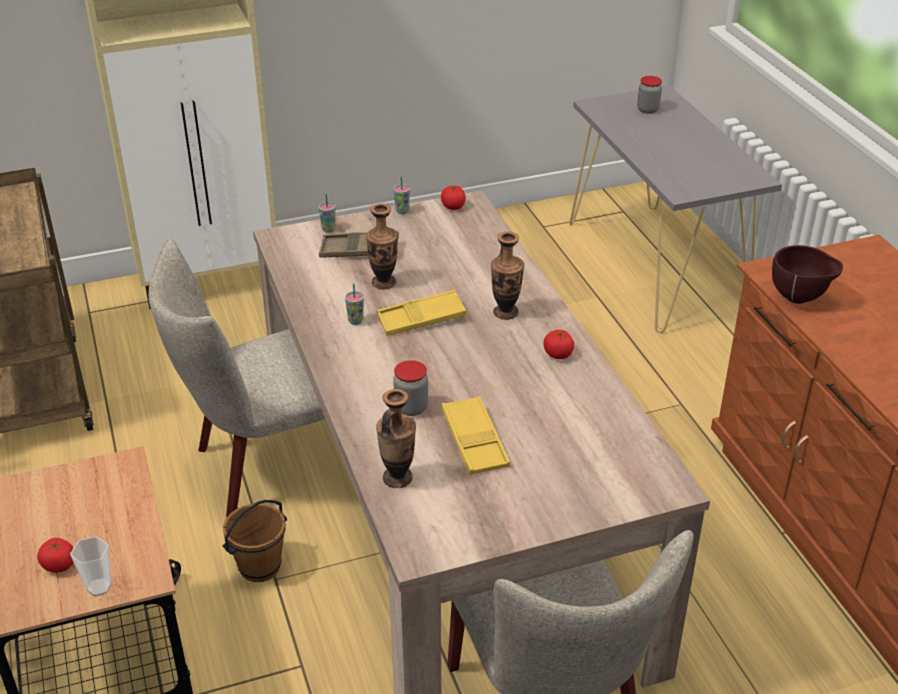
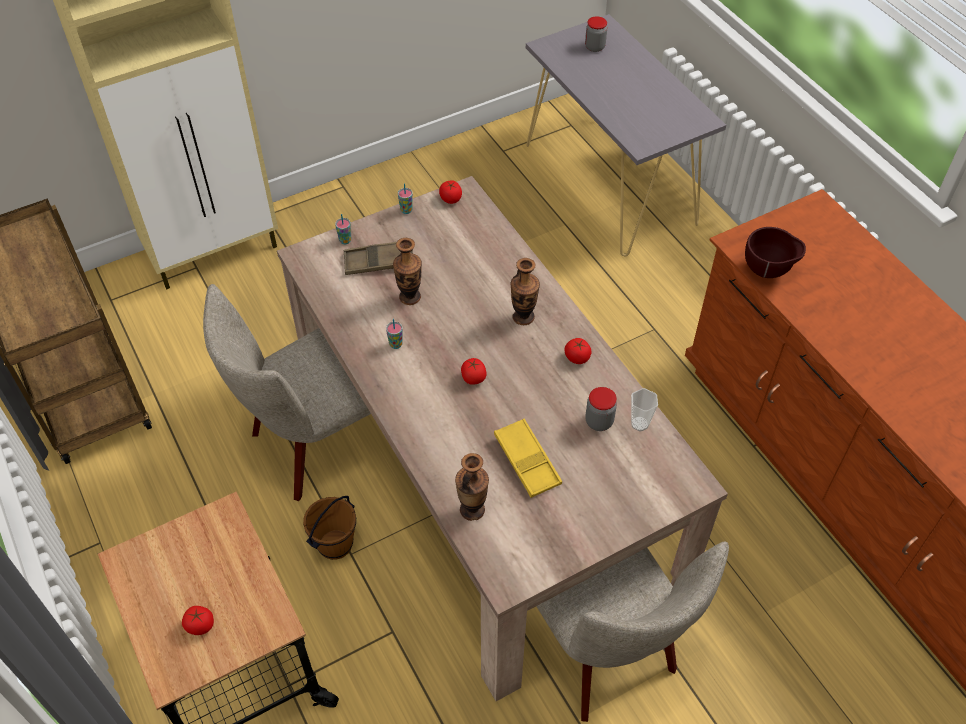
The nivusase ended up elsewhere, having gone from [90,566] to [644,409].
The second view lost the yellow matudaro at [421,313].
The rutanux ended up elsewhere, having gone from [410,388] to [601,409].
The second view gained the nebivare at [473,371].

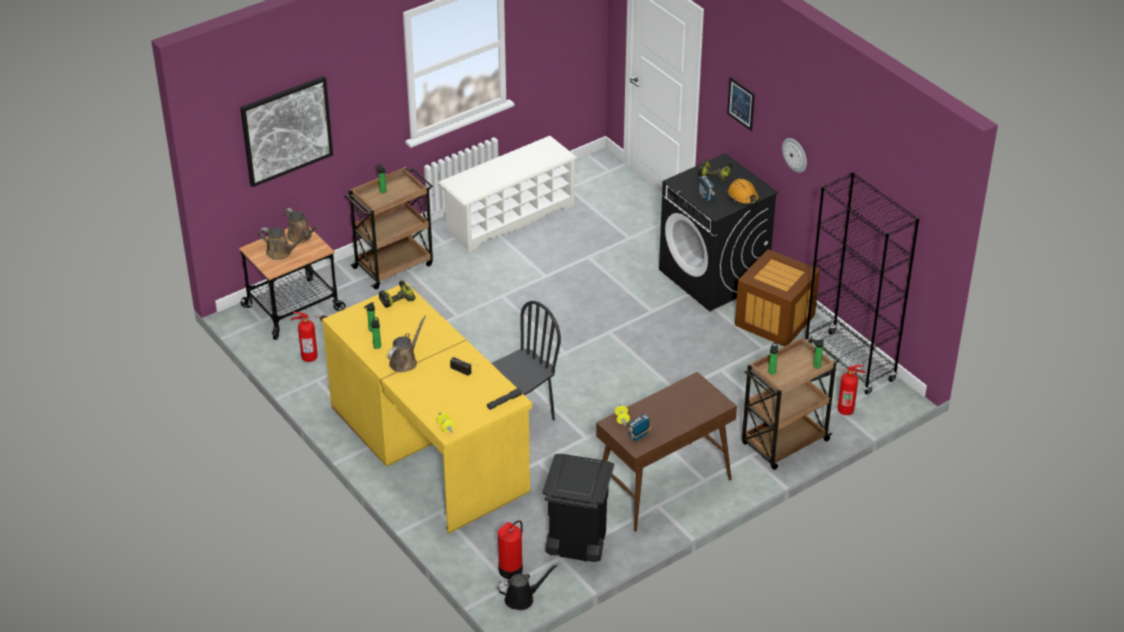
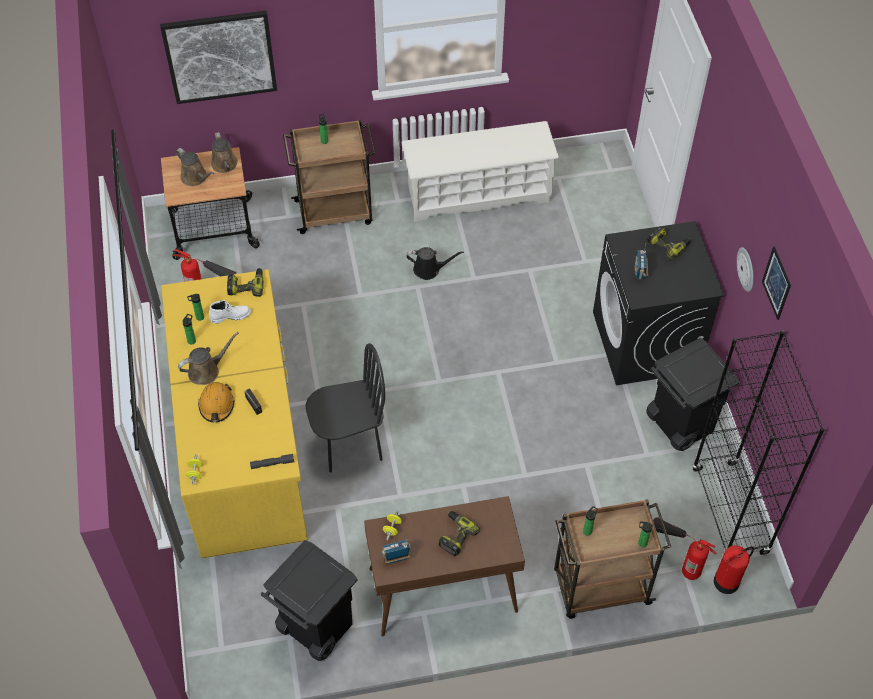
The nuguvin ended up elsewhere, having gone from [510,549] to [734,569].
The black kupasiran ended up elsewhere, having gone from [528,587] to [435,263].
The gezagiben ended up elsewhere, having gone from [741,104] to [776,283].
The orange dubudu ended up elsewhere, having gone from [743,192] to [216,402].
Where the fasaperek stood at [777,297], the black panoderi came to stand at [692,394].
The second view gained the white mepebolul at [230,312].
The second view gained the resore at [459,533].

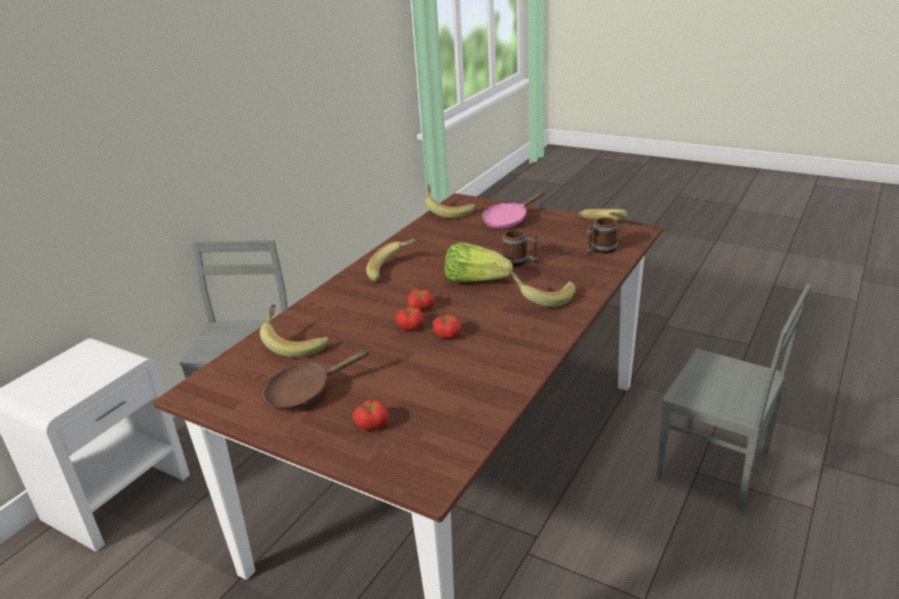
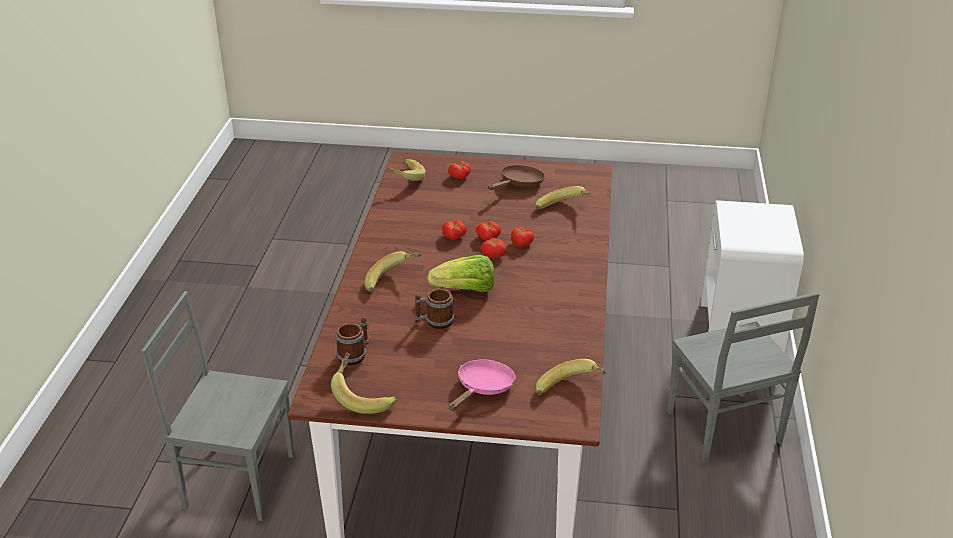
The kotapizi ended up elsewhere, having gone from [391,259] to [405,170].
The second view gained the nebivare at [522,237].

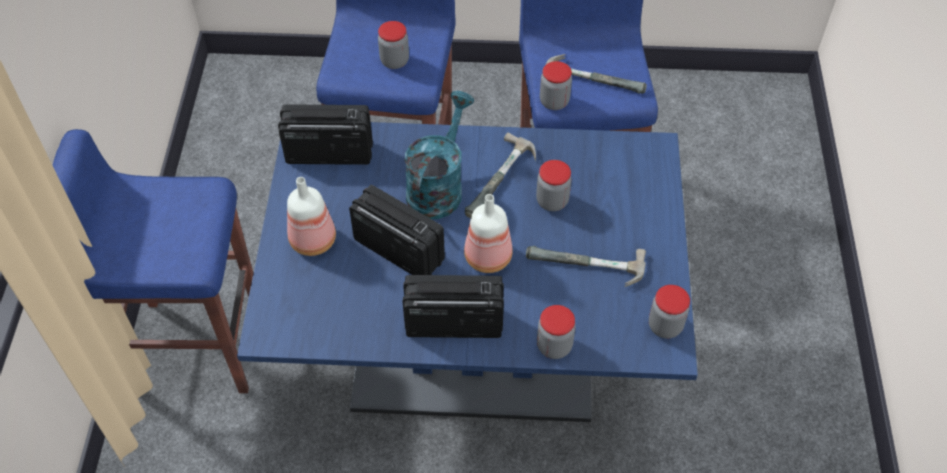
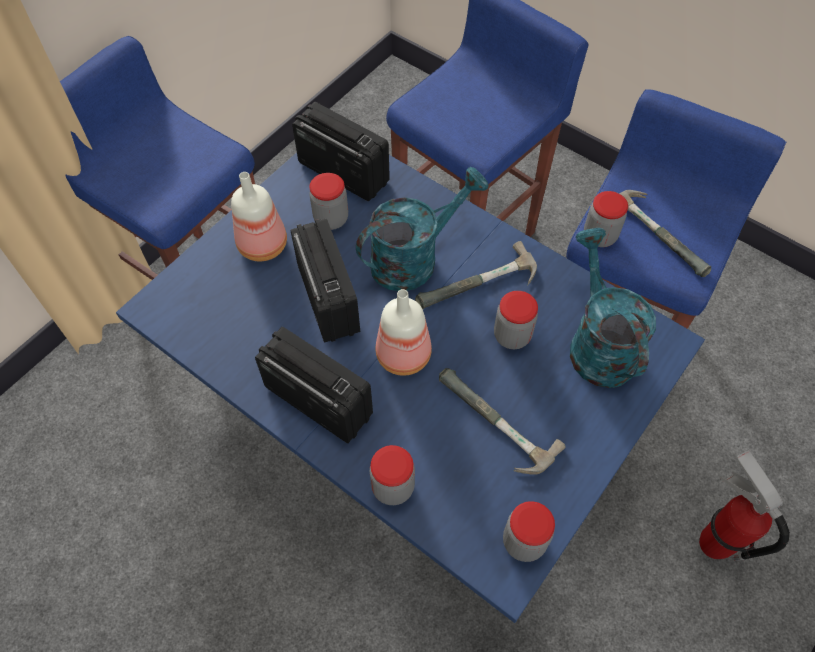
The rutanux ended up elsewhere, having gone from [393,45] to [328,201].
The second view gained the turquoise kupasiran at [613,308].
The second view gained the nuguvin at [744,505].

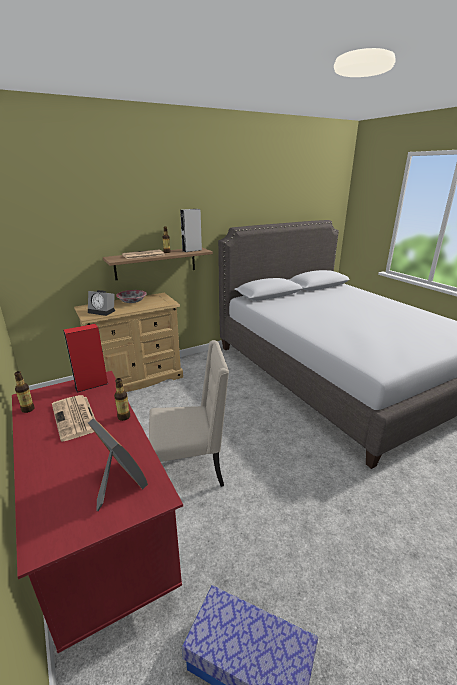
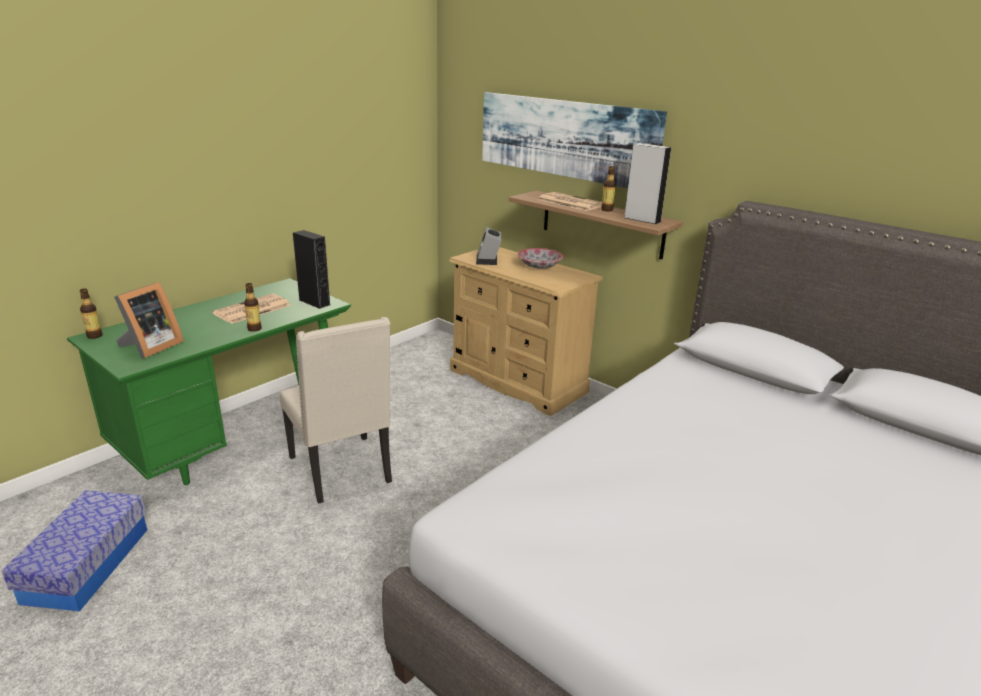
What was the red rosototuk at [97,512] turned into the green rosototuk at [209,381].
The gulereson ended up elsewhere, having gone from [24,392] to [91,313].
What was the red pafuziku at [85,358] turned into the black pafuziku at [311,269].
The second view gained the gezagiben at [574,140].

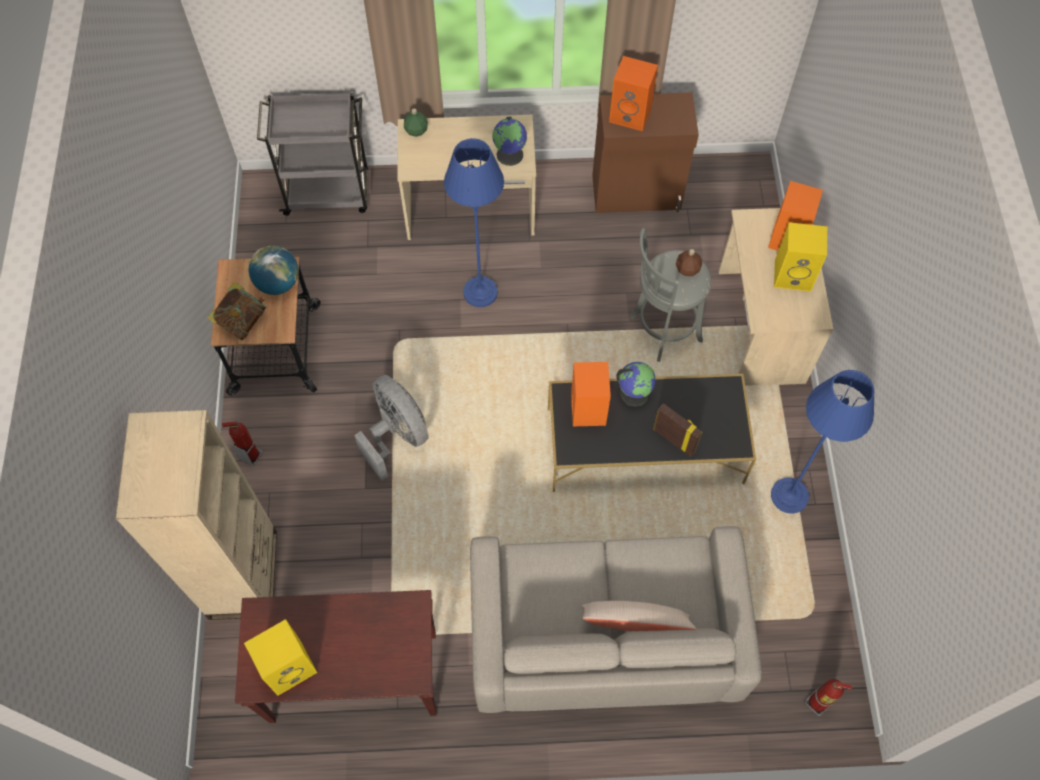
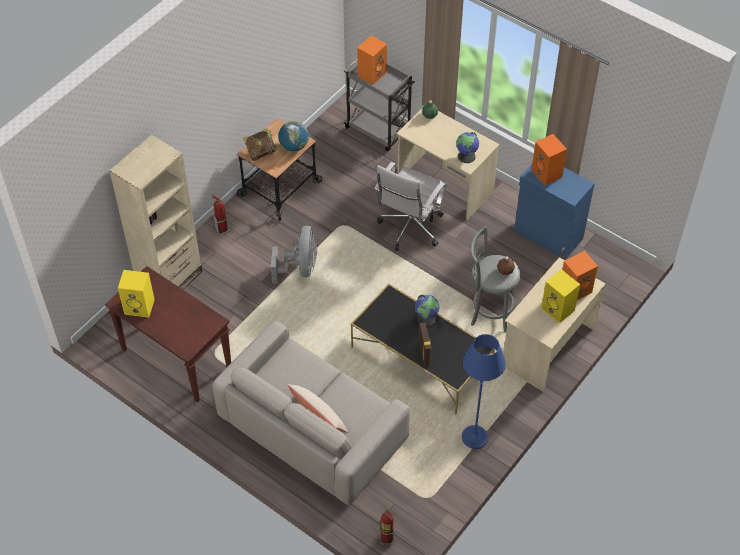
Where the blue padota stood at [474,222], the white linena came to stand at [411,206].
The orange pafuziku ended up elsewhere, having gone from [591,394] to [372,60].
What was the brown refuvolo at [645,152] turned into the blue refuvolo at [554,211].

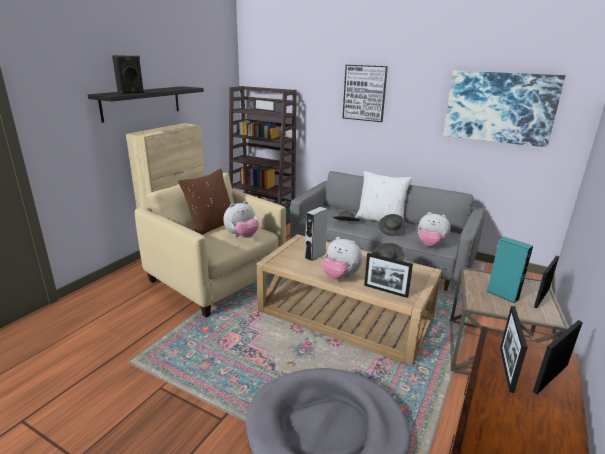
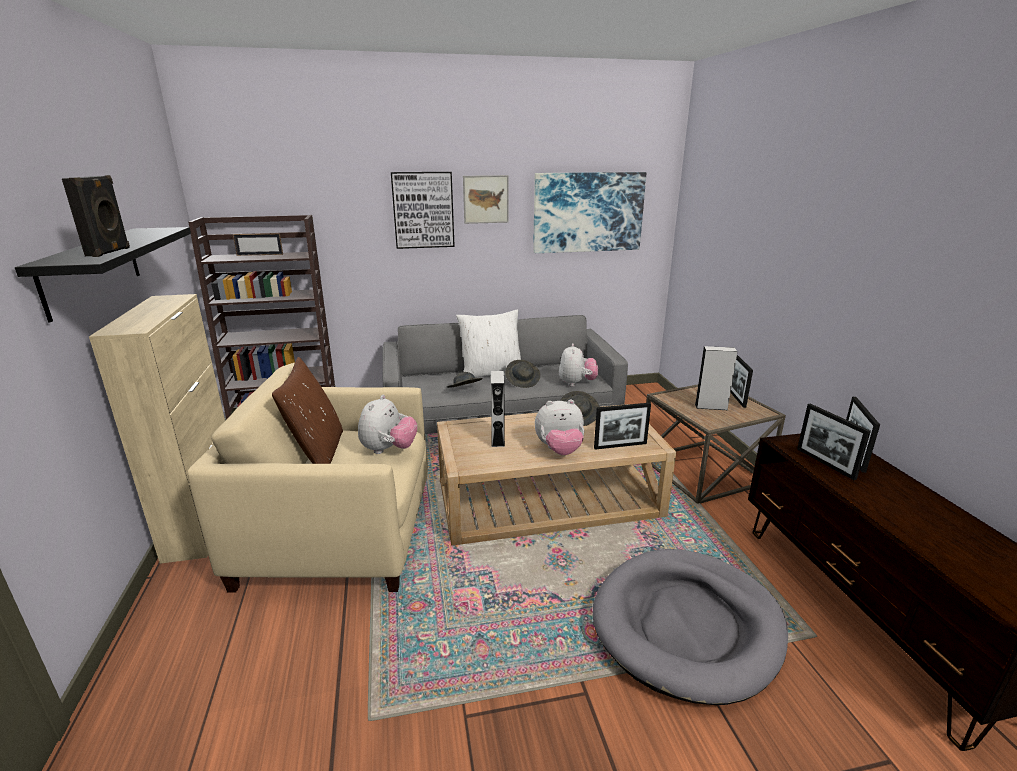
The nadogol at [434,229] ended up facing another way, 75 degrees counterclockwise from before.
What was the turquoise pafuziku at [510,270] turned into the grey pafuziku at [716,378].
The second view gained the gezagiben at [485,199].

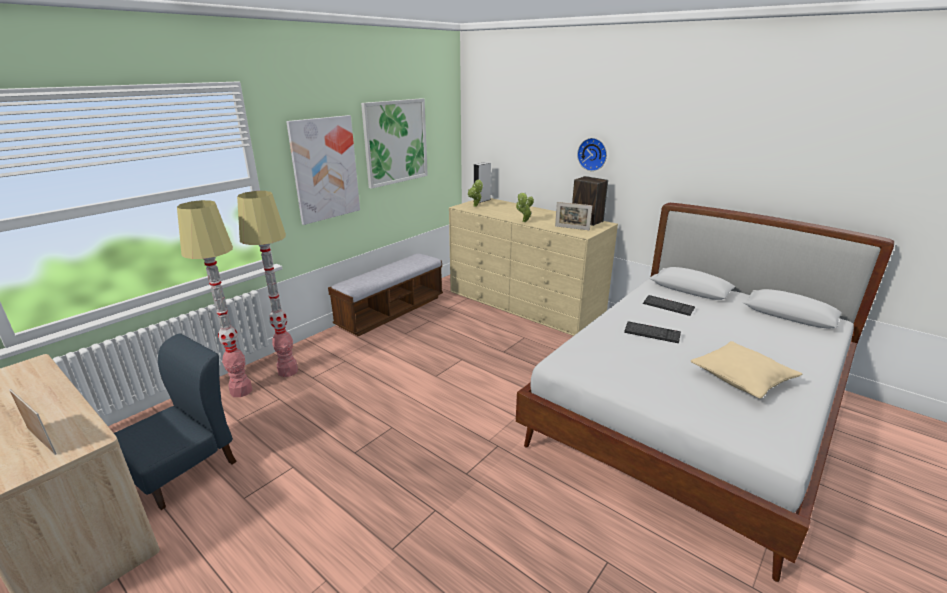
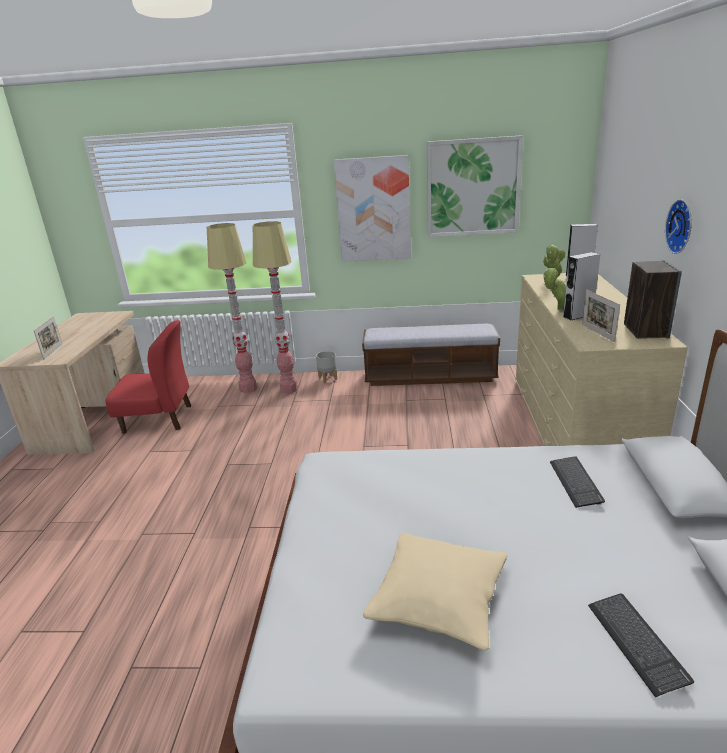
What was the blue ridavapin at [175,421] turned into the red ridavapin at [148,377].
The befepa ended up elsewhere, having gone from [652,332] to [641,645].
The second view gained the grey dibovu at [326,367].
The second view gained the grey pafuziku at [581,286].

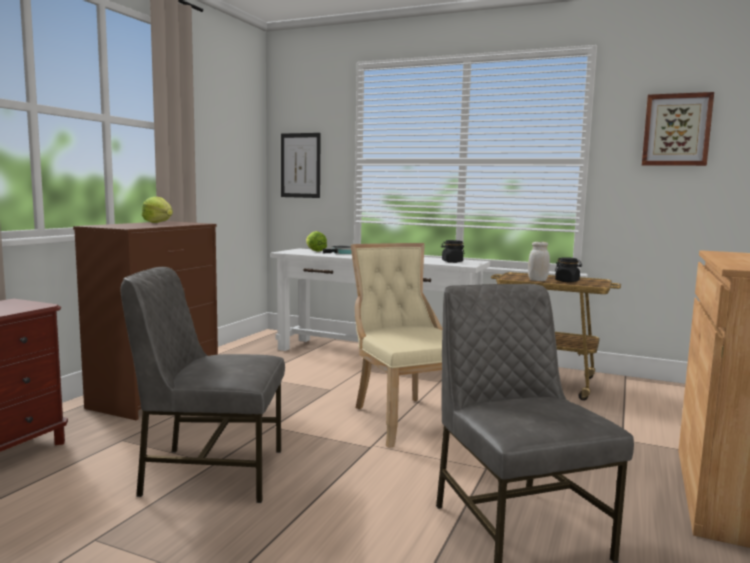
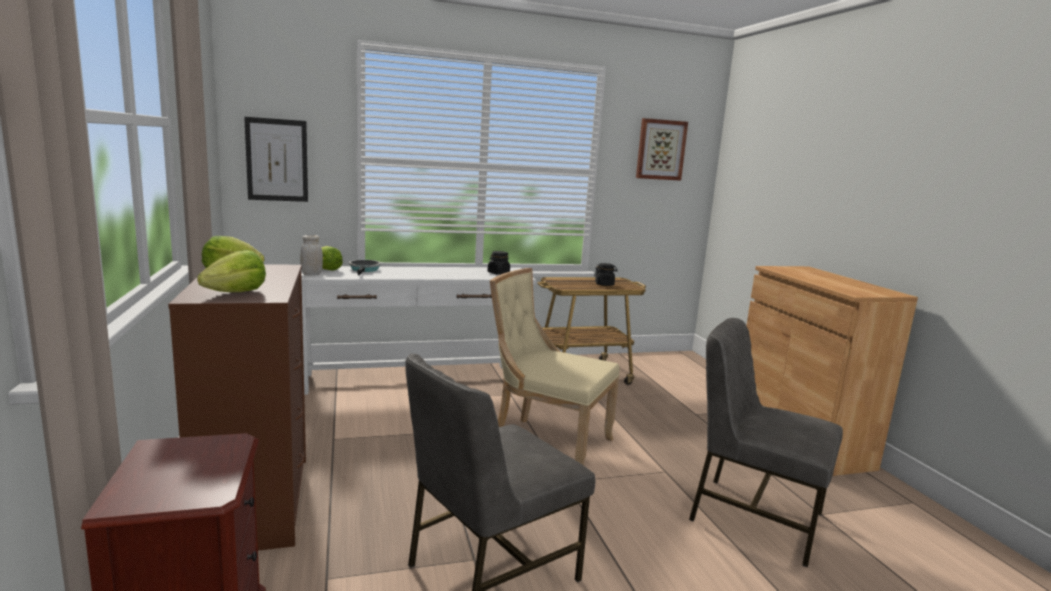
The white rutanux ended up elsewhere, having gone from [539,261] to [311,255].
The second view gained the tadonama at [231,271].

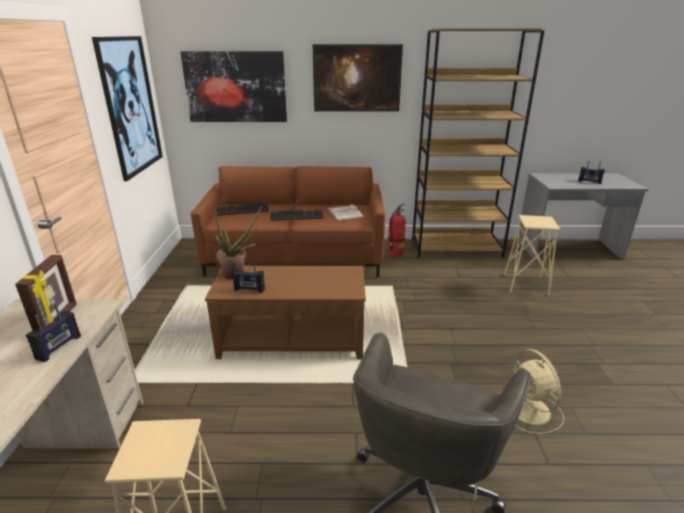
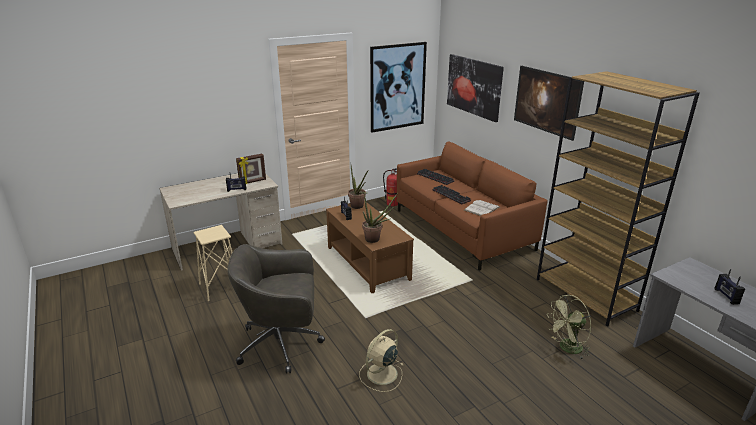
The nuguvin ended up elsewhere, having gone from [397,230] to [390,187].
Where the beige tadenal stood at [532,255], the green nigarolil came to stand at [569,327].
The second view gained the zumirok at [380,218].

